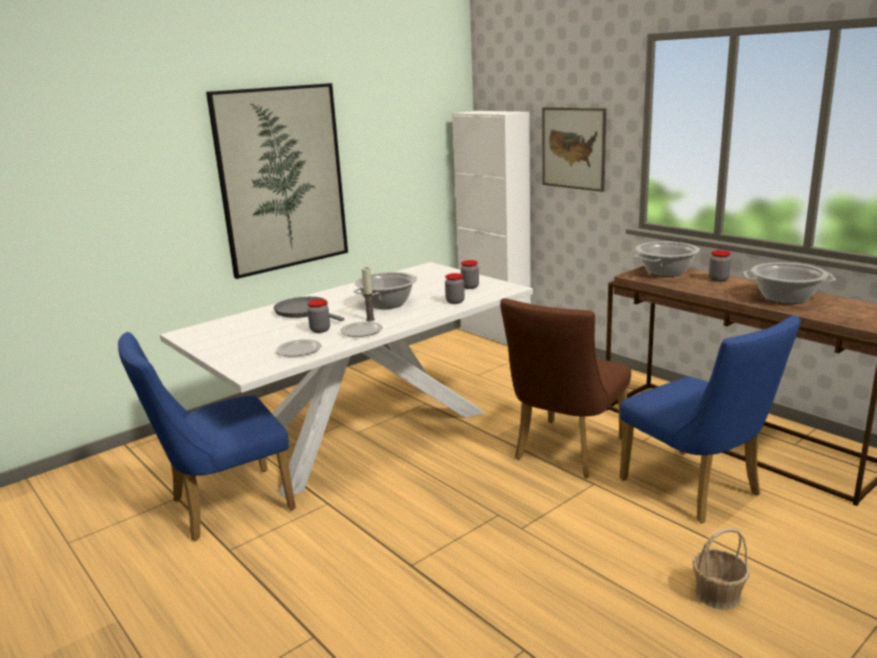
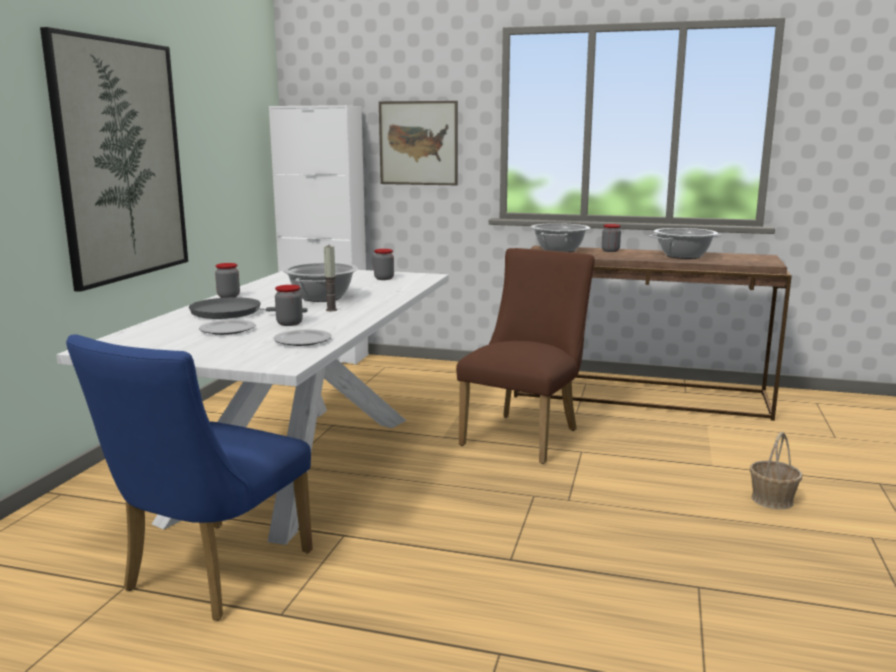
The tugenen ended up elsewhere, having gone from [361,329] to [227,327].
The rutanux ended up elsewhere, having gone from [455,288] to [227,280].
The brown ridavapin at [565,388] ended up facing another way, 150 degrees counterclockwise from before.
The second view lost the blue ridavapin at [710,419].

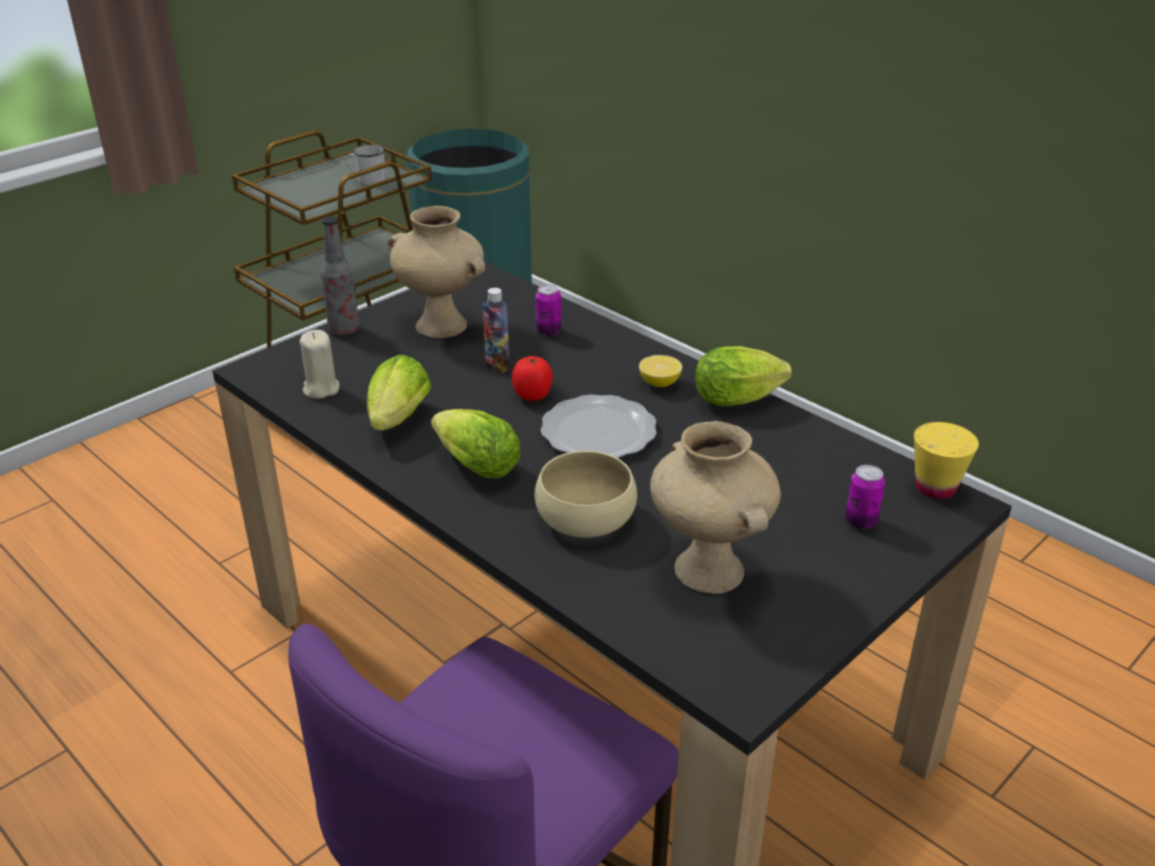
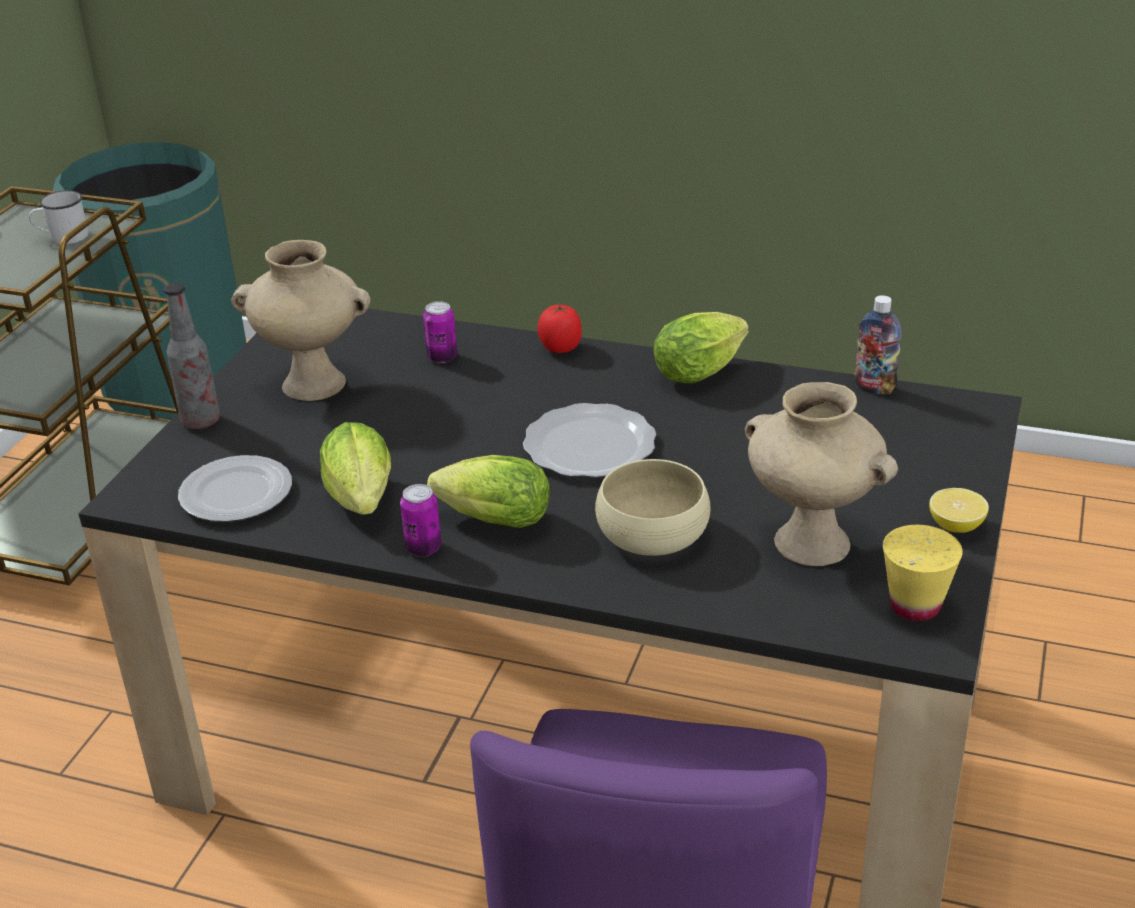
Where the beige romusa stood at [320,364], the tugenen came to stand at [235,488].
The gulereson ended up elsewhere, having gone from [496,330] to [878,344].
The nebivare ended up elsewhere, having gone from [532,378] to [559,328].
The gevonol ended up elsewhere, having gone from [660,371] to [959,510].
The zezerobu ended up elsewhere, having gone from [865,497] to [420,520].
The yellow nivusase ended up elsewhere, having gone from [946,460] to [923,573].

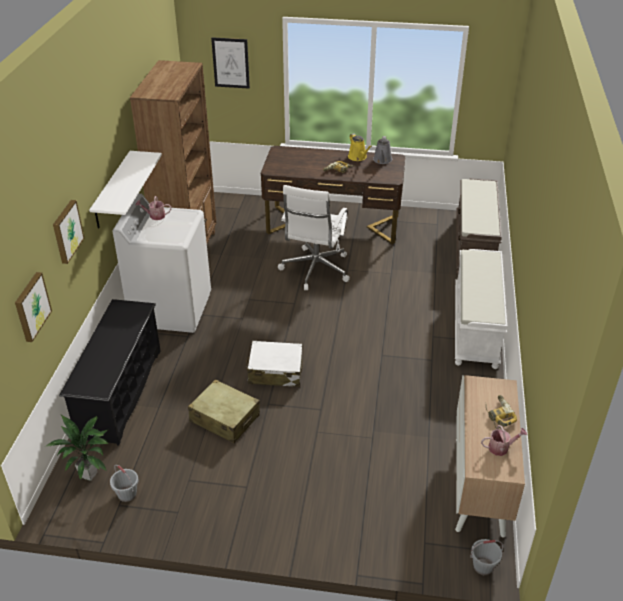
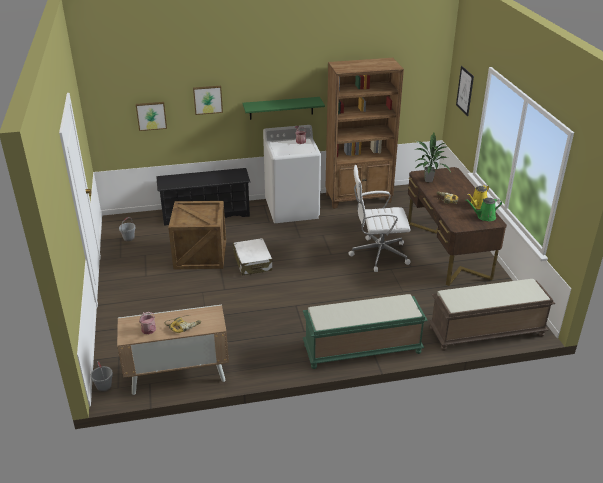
The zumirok ended up elsewhere, having gone from [77,448] to [433,157].
What was the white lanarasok at [125,190] turned into the green lanarasok at [283,108].
Where the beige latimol stood at [224,411], the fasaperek came to stand at [197,235].
What was the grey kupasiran at [382,150] turned into the green kupasiran at [483,209].
What was the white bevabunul at [481,309] turned into the green bevabunul at [365,331].

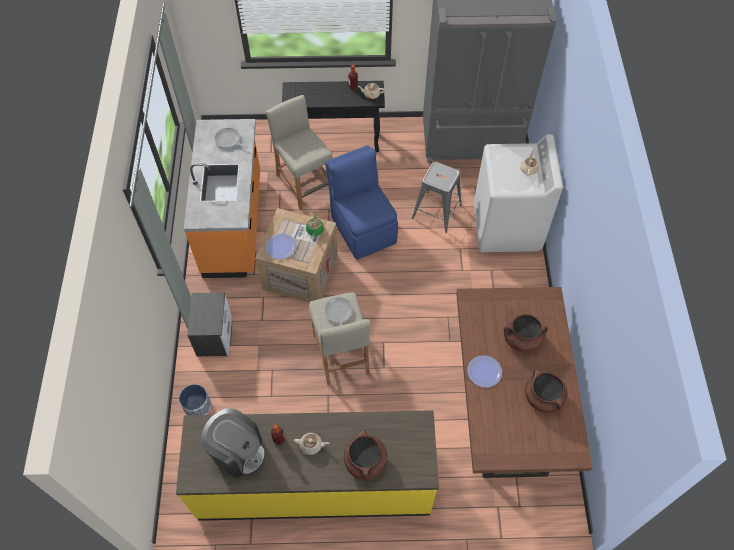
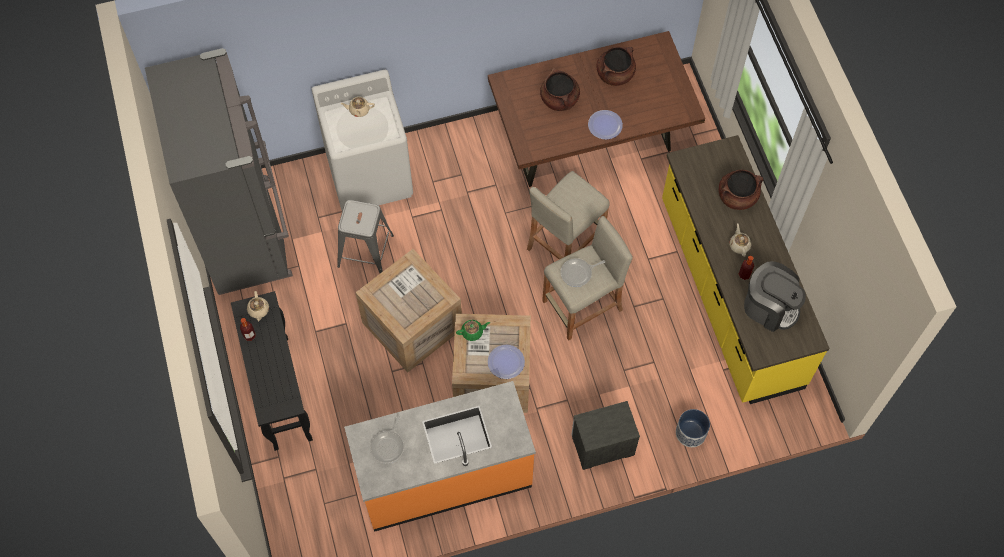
The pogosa at [233,443] ended up facing another way, 105 degrees clockwise from before.
The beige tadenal ended up elsewhere, having gone from [299,152] to [568,215].
Where the blue ridavapin stood at [361,202], the fasaperek came to stand at [408,311].

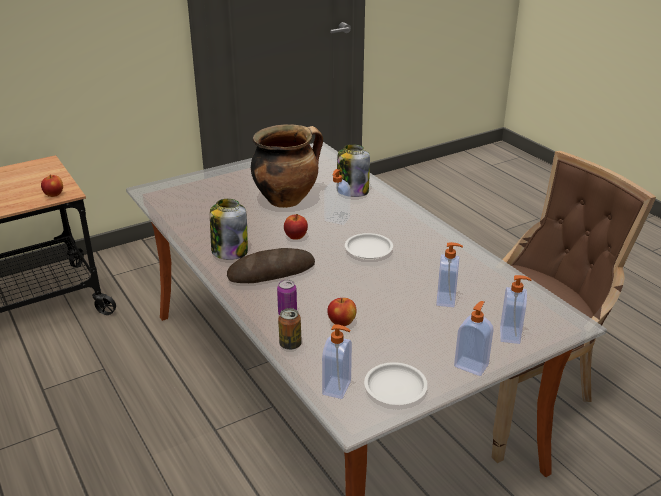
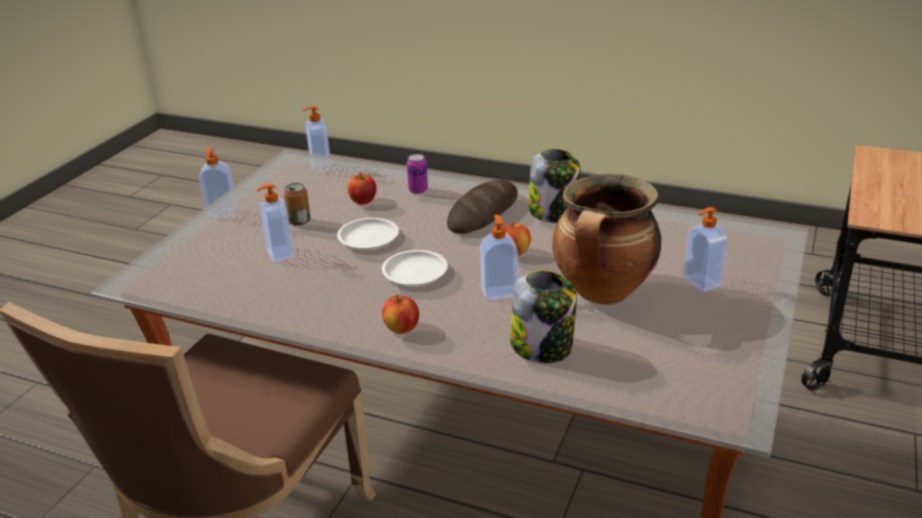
The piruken ended up elsewhere, having gone from [52,186] to [400,314].
The zezerobu ended up elsewhere, having gone from [290,329] to [297,204].
The white tugenen ended up elsewhere, having gone from [396,383] to [368,233].
The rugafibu ended up elsewhere, having gone from [515,309] to [705,249].

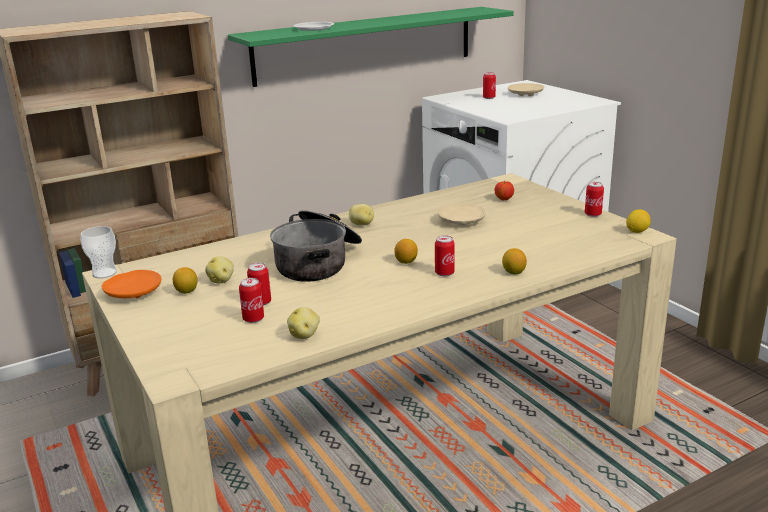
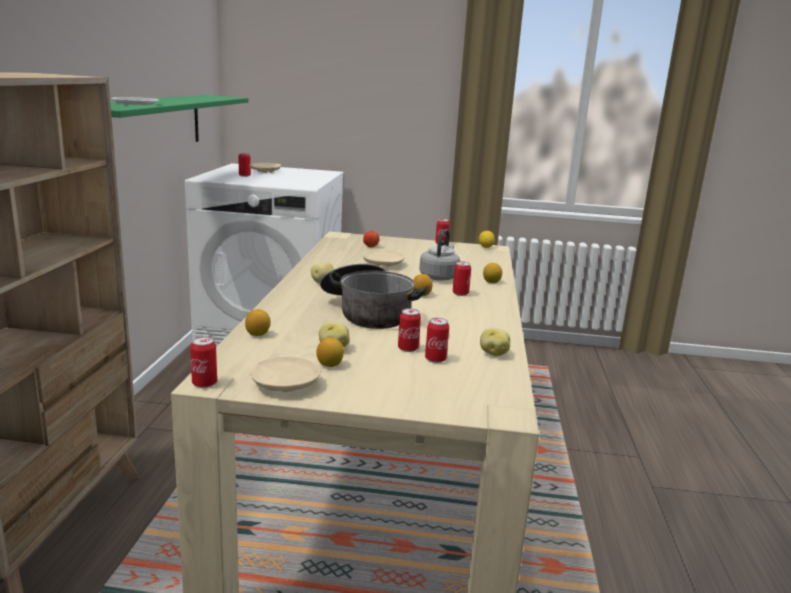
Where the nivusase stood at [99,252], the zezerobu came to stand at [203,362].
What was the orange tugenen at [131,284] turned into the beige tugenen at [285,374].
The second view gained the gevonol at [258,322].
The second view gained the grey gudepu at [439,255].

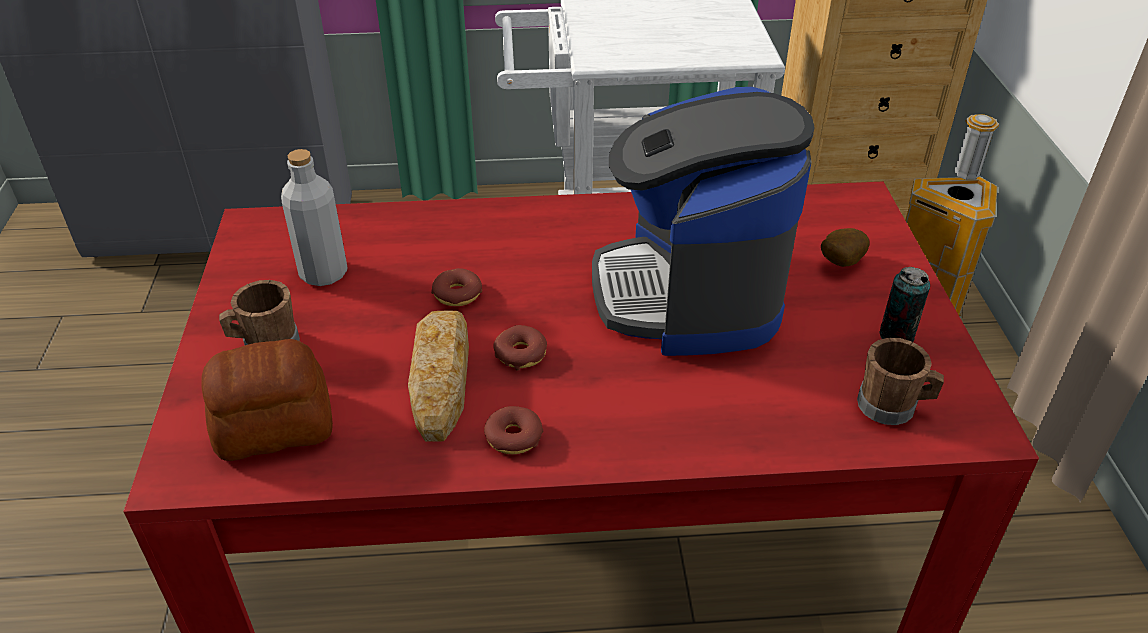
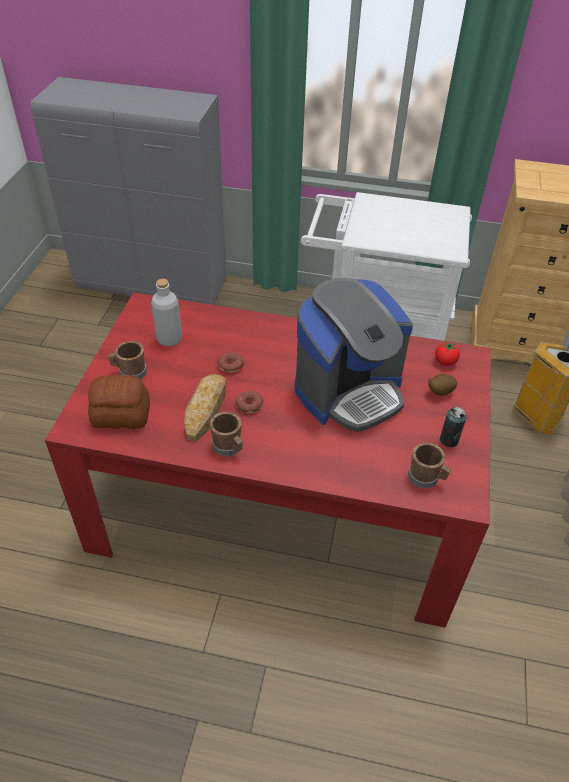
Where the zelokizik stood at [513,430], the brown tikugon came to stand at [226,434].
The pogosa at [703,221] ended up facing another way, 135 degrees counterclockwise from before.
The second view gained the nebivare at [447,353].

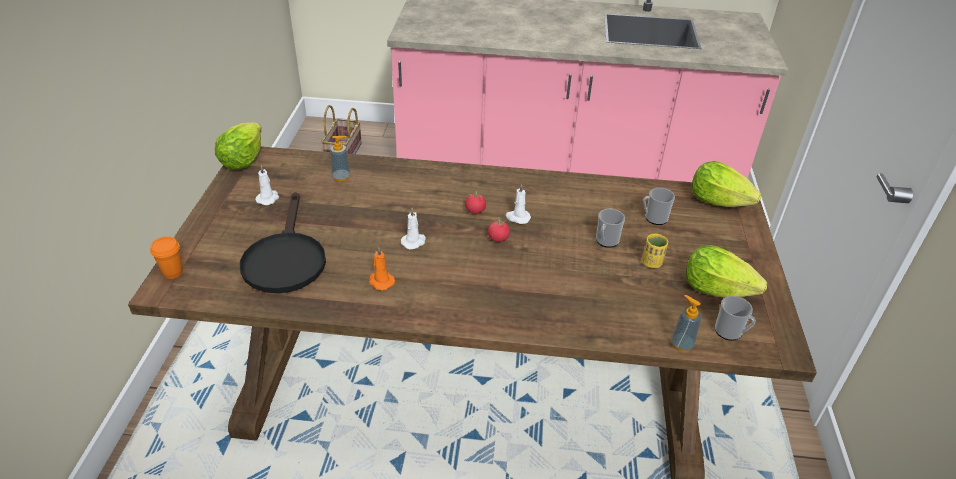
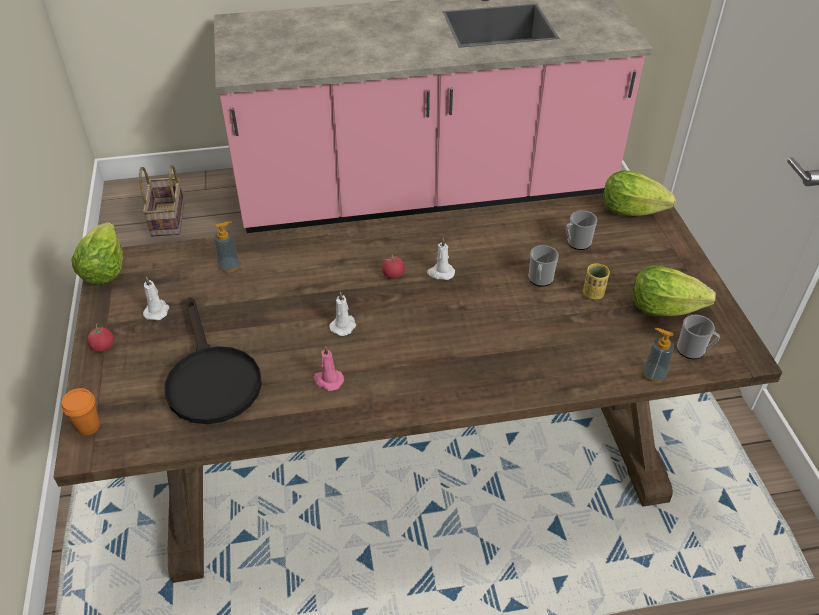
What was the orange romusa at [382,268] turned into the pink romusa at [329,368].
The nebivare ended up elsewhere, having gone from [499,229] to [100,338].

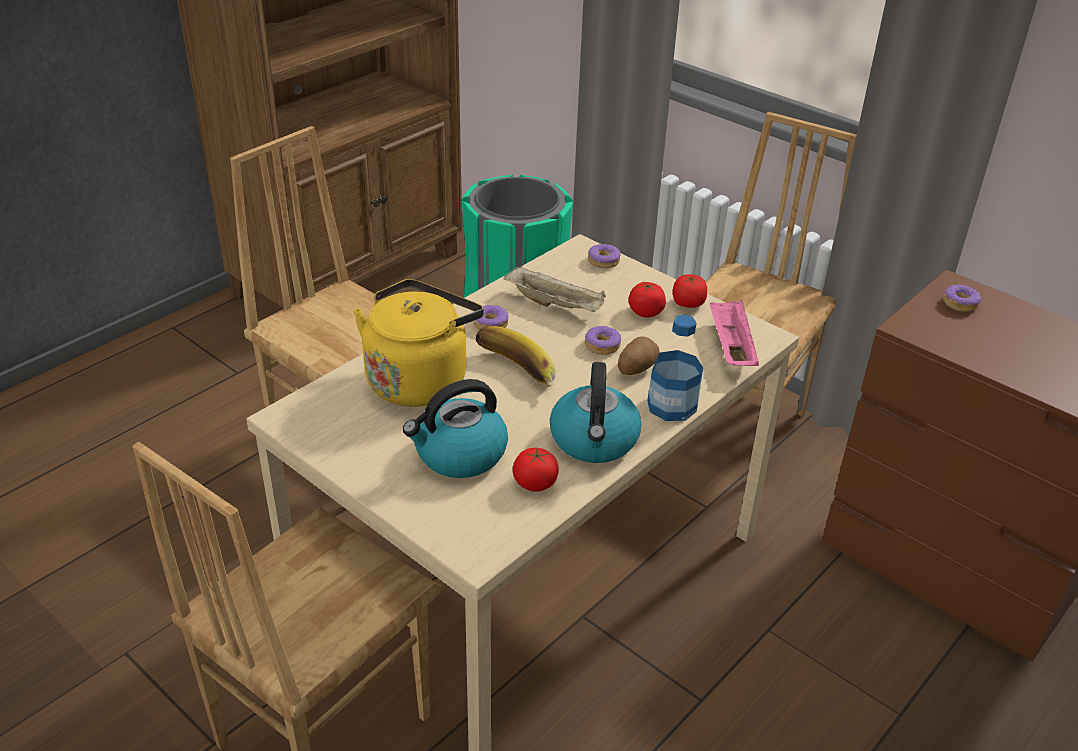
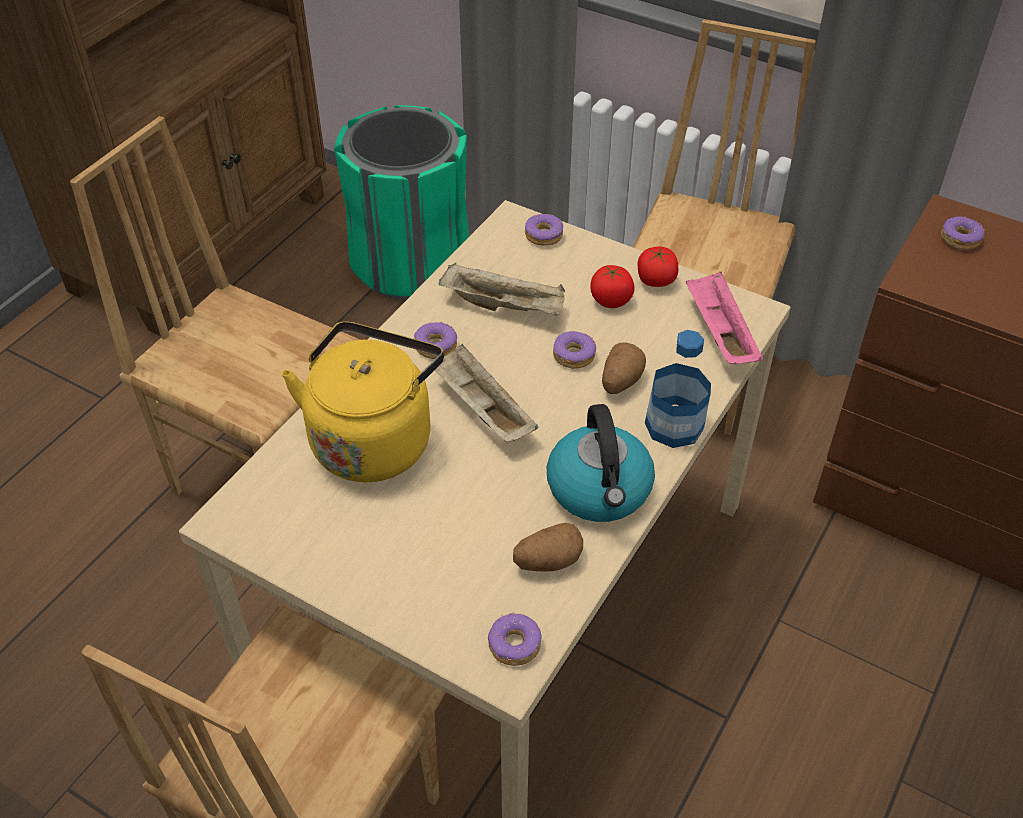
The second view lost the gudepu at [455,428].
Where the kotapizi stood at [516,356], the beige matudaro came to stand at [487,393].
Where the nebivare stood at [536,469], the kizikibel came to stand at [548,547].
The second view gained the zelokizik at [515,639].

